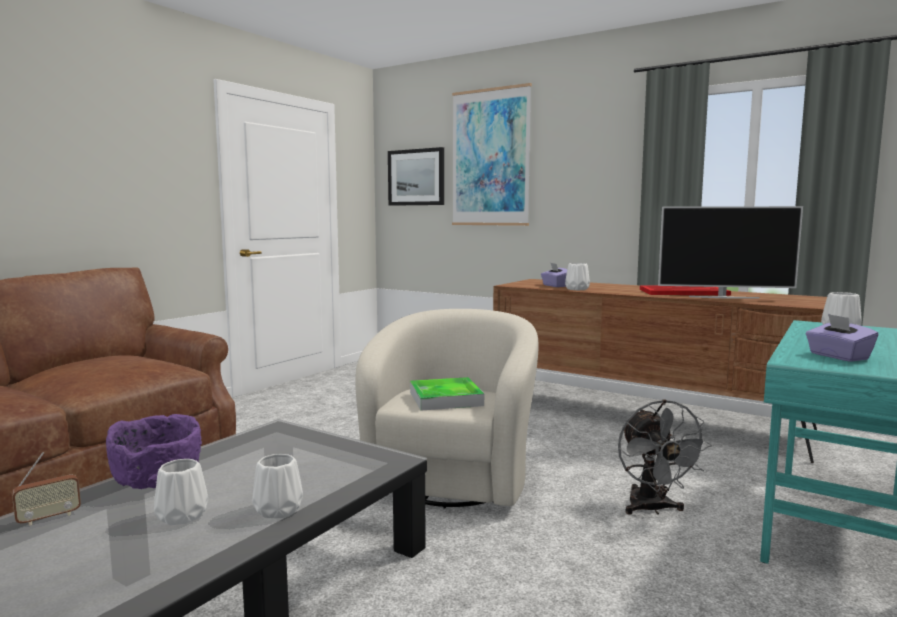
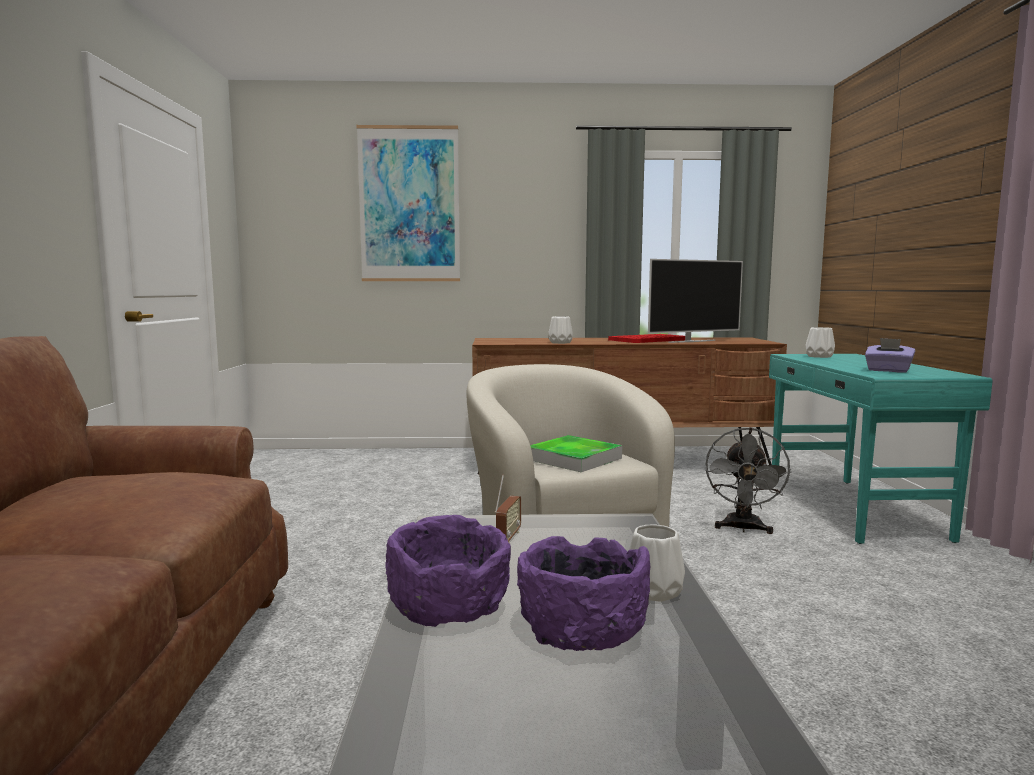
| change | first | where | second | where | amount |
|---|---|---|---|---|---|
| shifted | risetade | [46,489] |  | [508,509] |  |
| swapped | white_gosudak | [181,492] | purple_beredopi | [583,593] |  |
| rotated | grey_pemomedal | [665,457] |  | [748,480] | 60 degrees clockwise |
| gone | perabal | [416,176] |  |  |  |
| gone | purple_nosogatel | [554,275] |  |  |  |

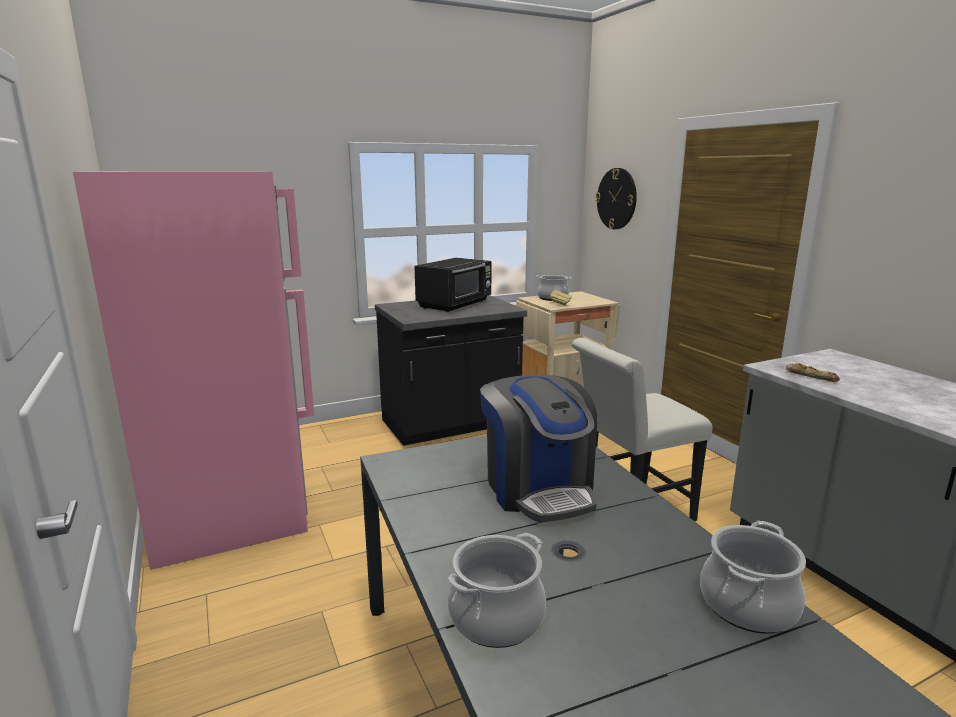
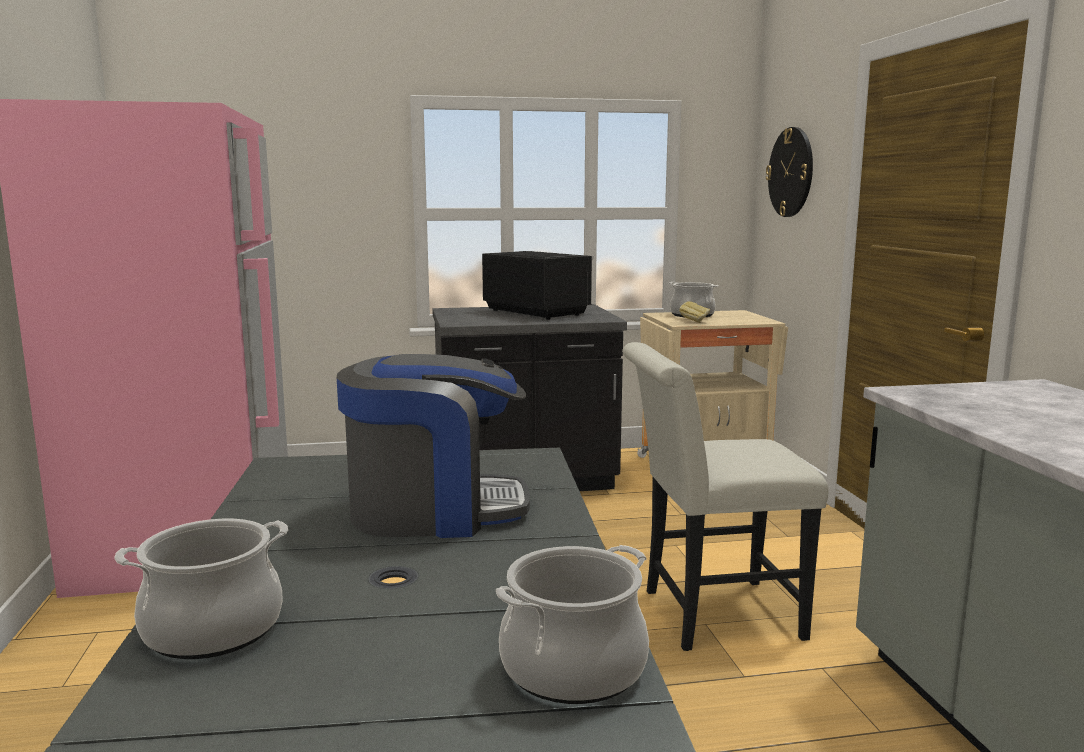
| change | first | where | second | where | amount |
|---|---|---|---|---|---|
| rotated | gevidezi | [538,449] |  | [433,446] | 90 degrees counterclockwise |
| rotated | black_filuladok | [453,285] |  | [537,285] | 90 degrees counterclockwise |
| gone | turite | [813,372] |  |  |  |

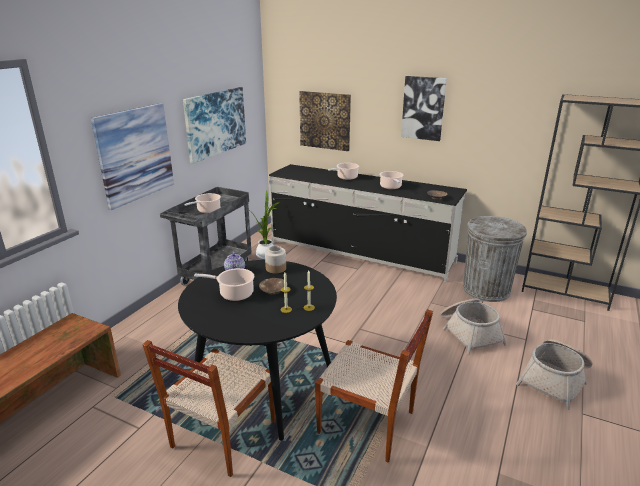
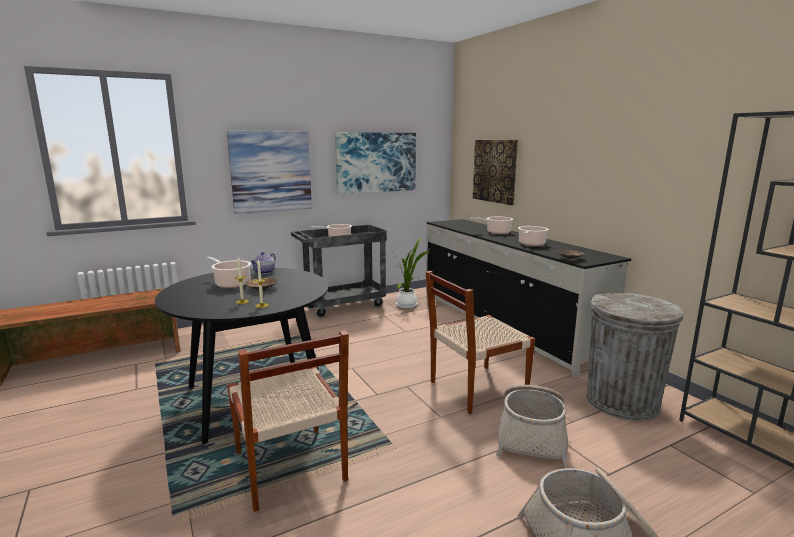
| change | first | where | second | where | amount |
|---|---|---|---|---|---|
| shifted | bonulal | [208,408] |  | [480,342] |  |
| gone | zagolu | [275,259] |  |  |  |
| gone | perabal | [424,108] |  |  |  |

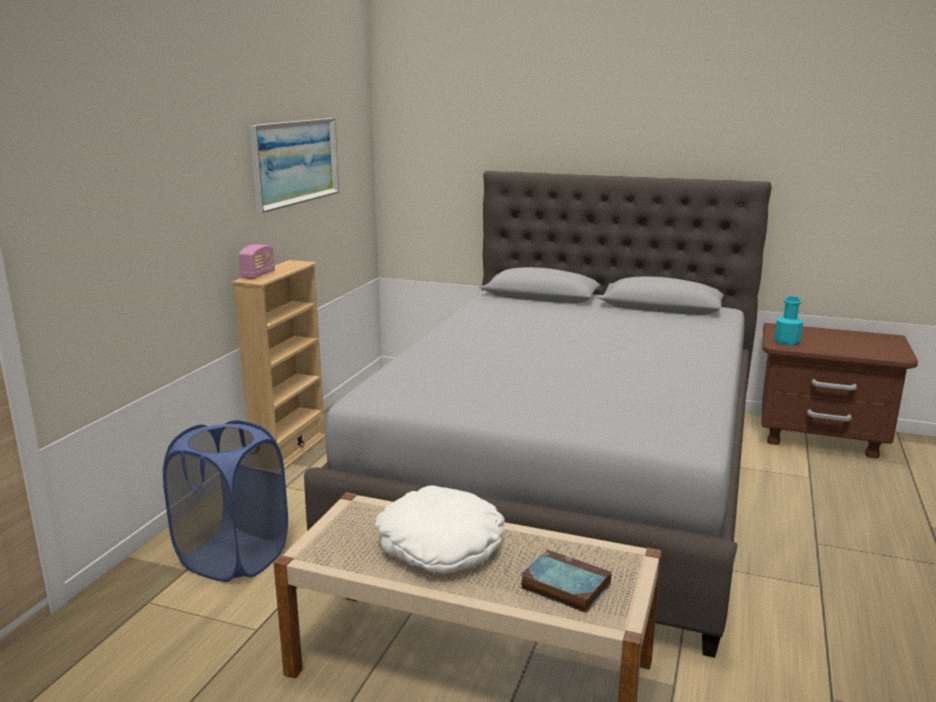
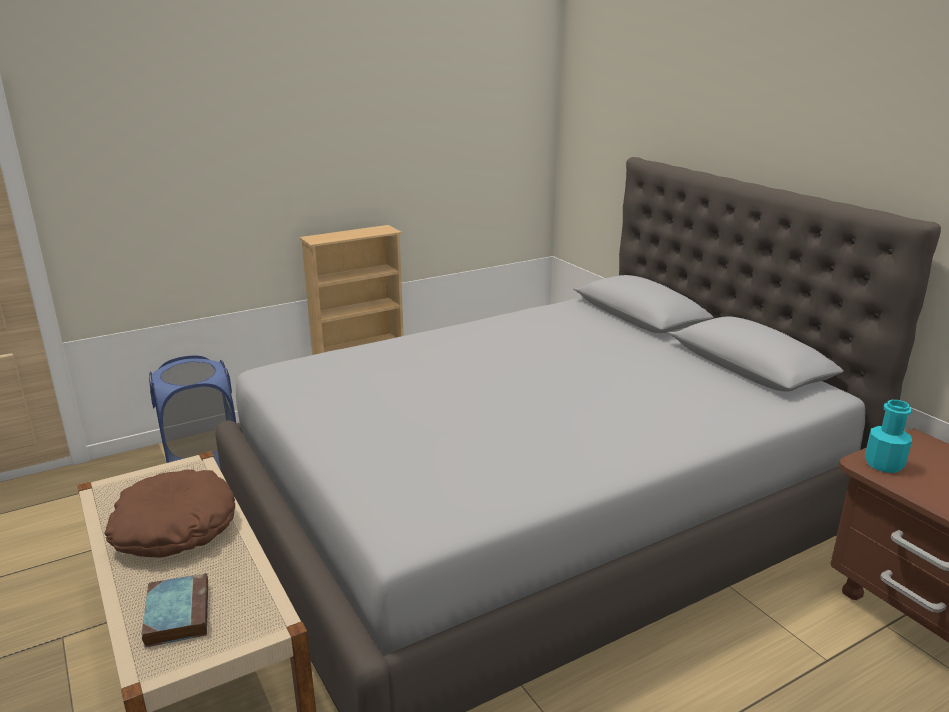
| change | first | where | second | where | amount |
|---|---|---|---|---|---|
| repainted | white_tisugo | [440,529] | brown_tisugo | [170,513] |  |
| gone | risetade | [256,261] |  |  |  |
| gone | perabal | [294,165] |  |  |  |

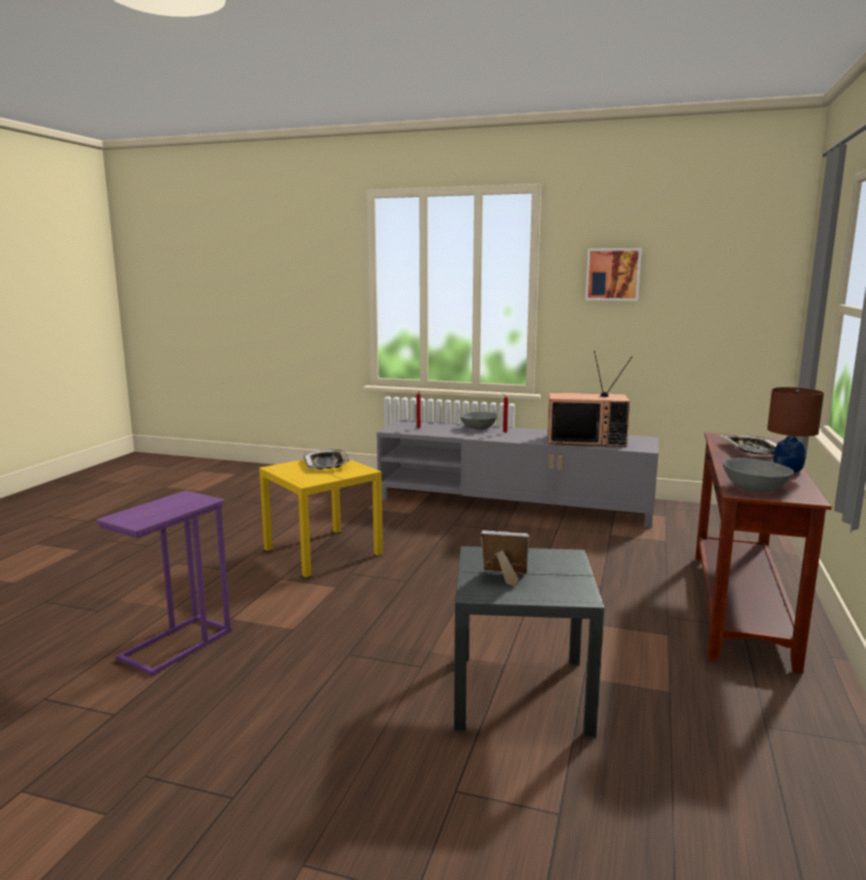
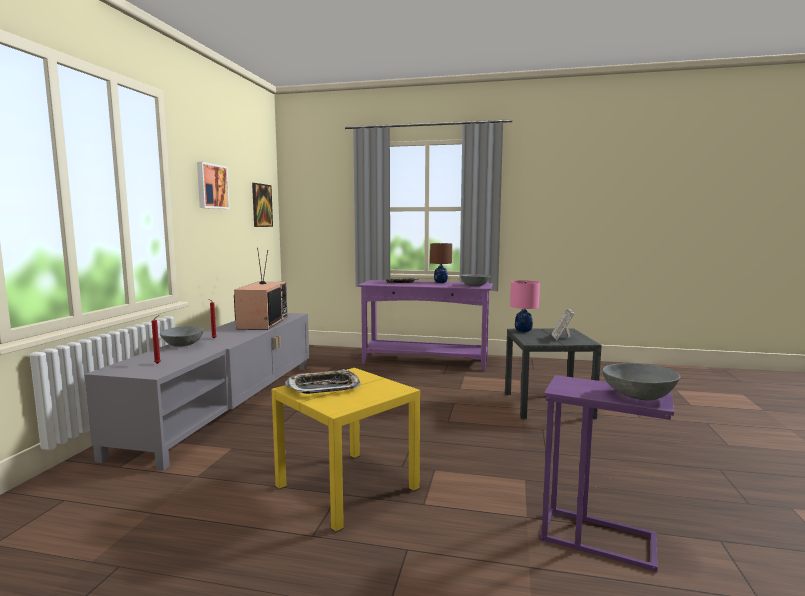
| change | first | where | second | where | amount |
|---|---|---|---|---|---|
| new |  |  | perabal | [262,205] |  |
| repainted | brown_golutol | [763,553] | purple_golutol | [425,326] |  |
| new |  |  | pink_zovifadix | [525,306] |  |
| new |  |  | grey_beredopi | [641,381] |  |

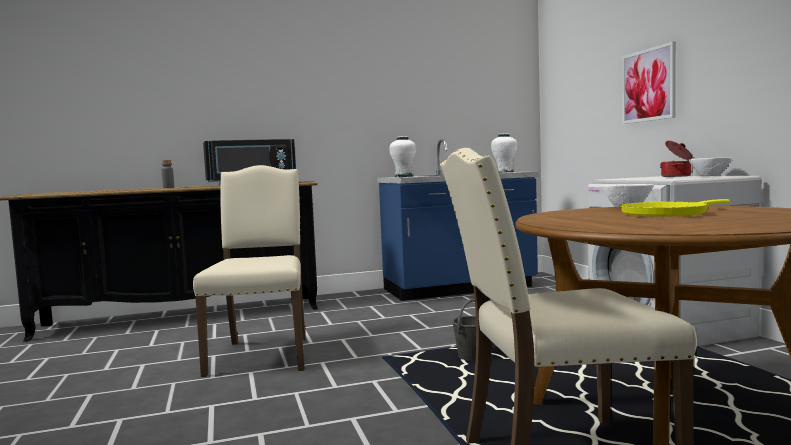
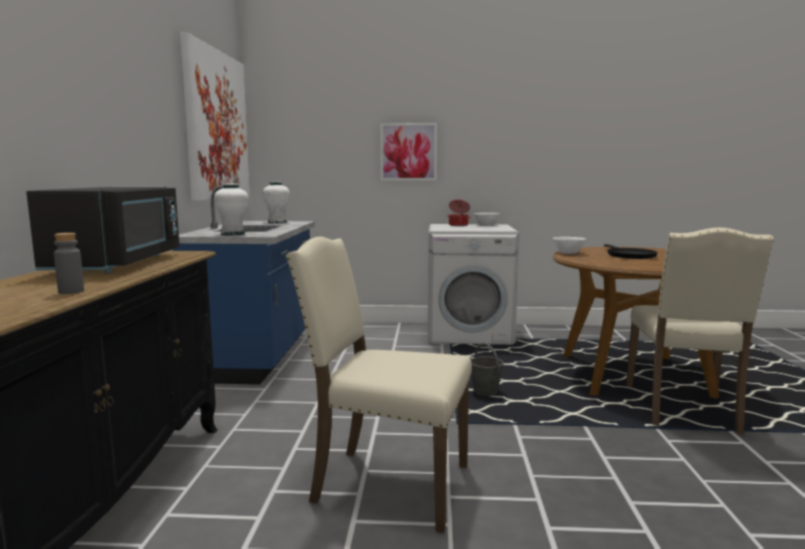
| change | first | where | second | where | amount |
|---|---|---|---|---|---|
| new |  |  | perabal | [215,116] |  |
| repainted | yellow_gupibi | [675,207] | black_gupibi | [631,251] |  |

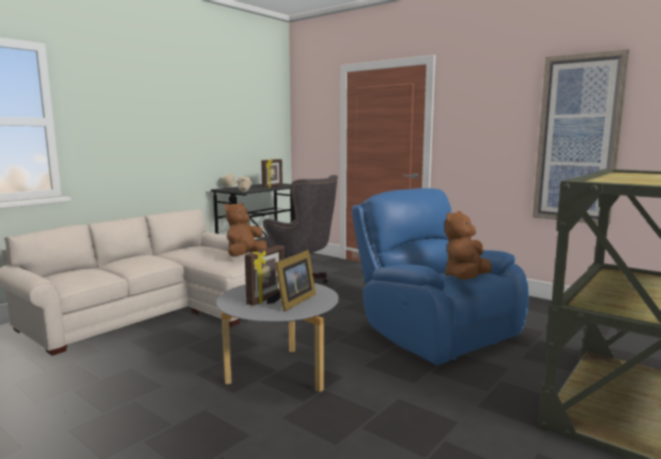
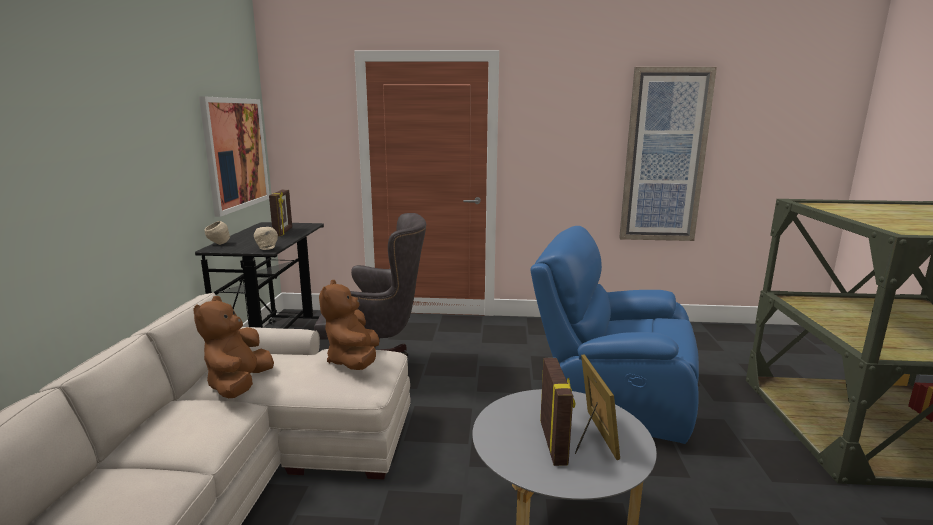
| change | first | where | second | where | amount |
|---|---|---|---|---|---|
| shifted | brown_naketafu | [468,245] |  | [233,347] |  |
| new |  |  | perabal | [234,156] |  |

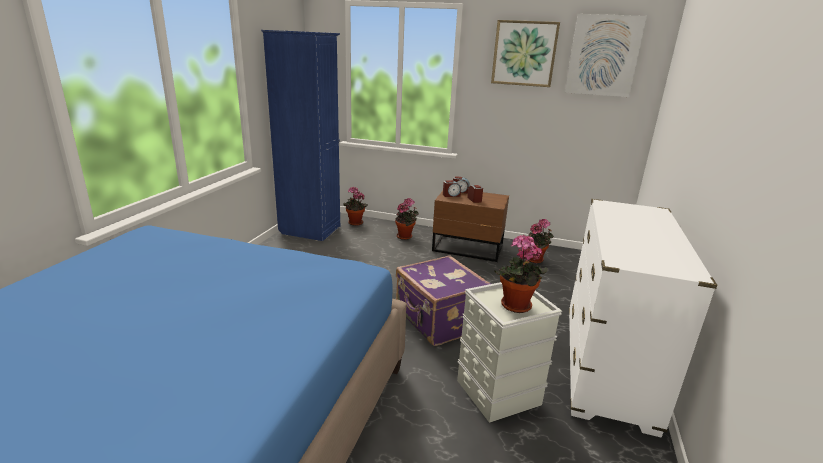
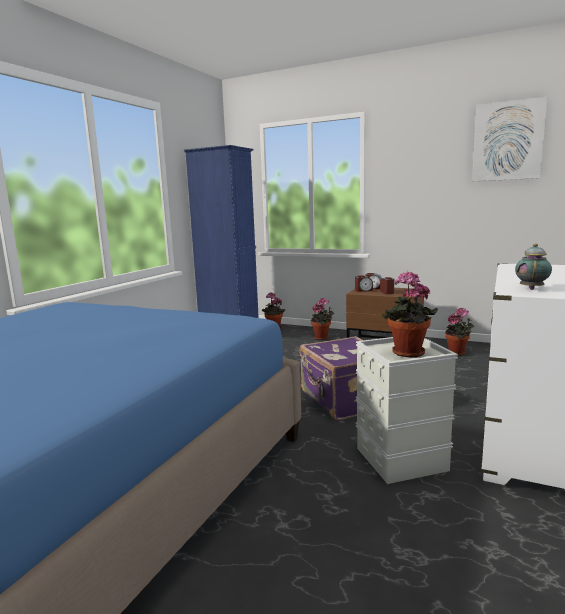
| change | first | where | second | where | amount |
|---|---|---|---|---|---|
| new |  |  | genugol | [533,267] |  |
| gone | perabal | [525,53] |  |  |  |

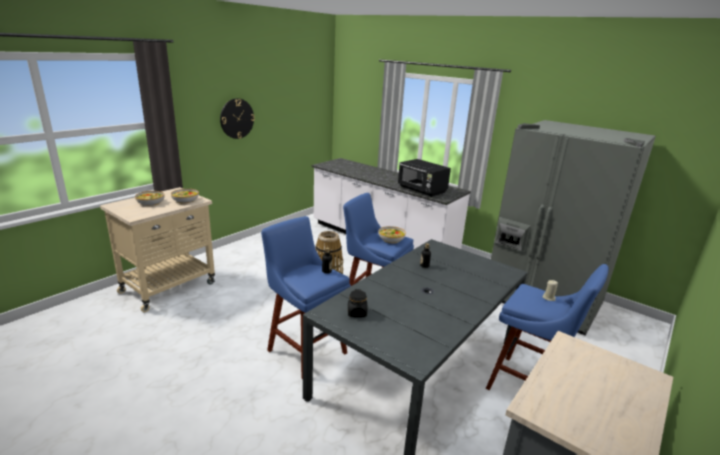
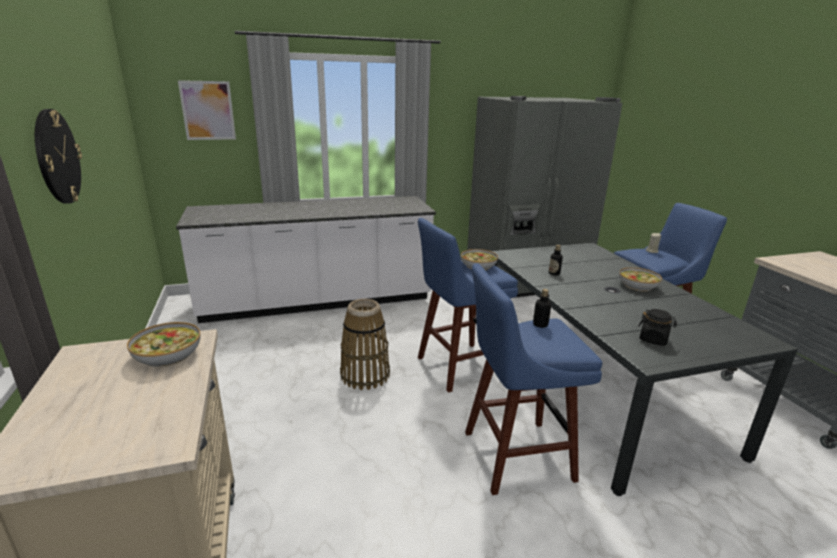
| change | first | where | second | where | amount |
|---|---|---|---|---|---|
| new |  |  | perabal | [207,110] |  |
| shifted | beredopi | [150,198] |  | [640,279] |  |
| gone | black_filuladok | [424,178] |  |  |  |

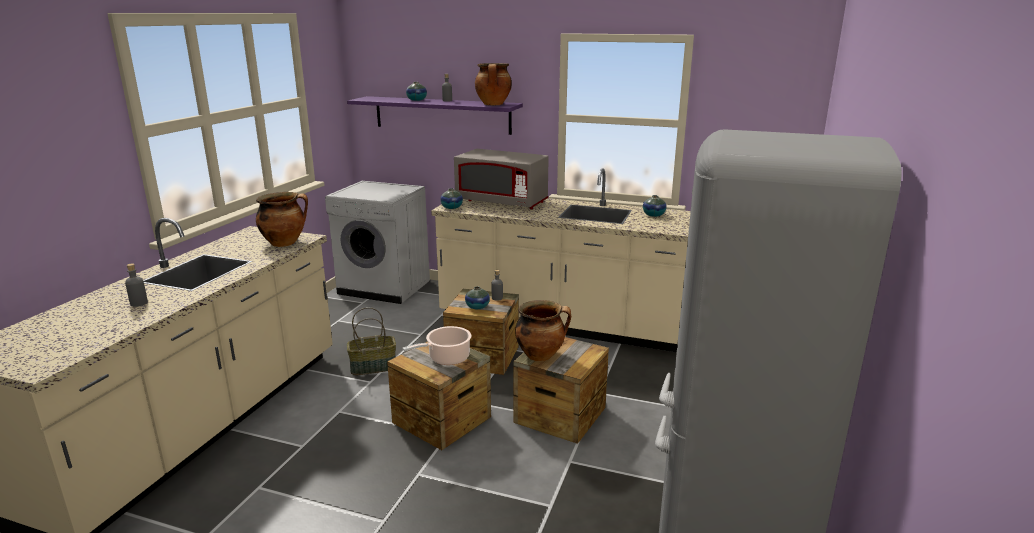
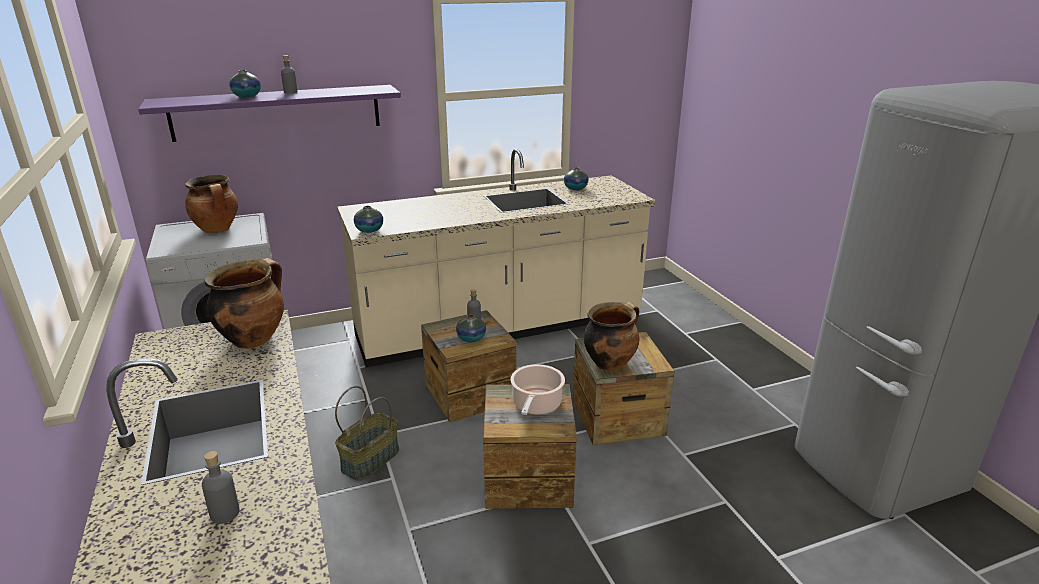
| change | first | where | second | where | amount |
|---|---|---|---|---|---|
| shifted | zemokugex | [493,84] |  | [211,204] |  |
| gone | grey_filuladok | [501,179] |  |  |  |

